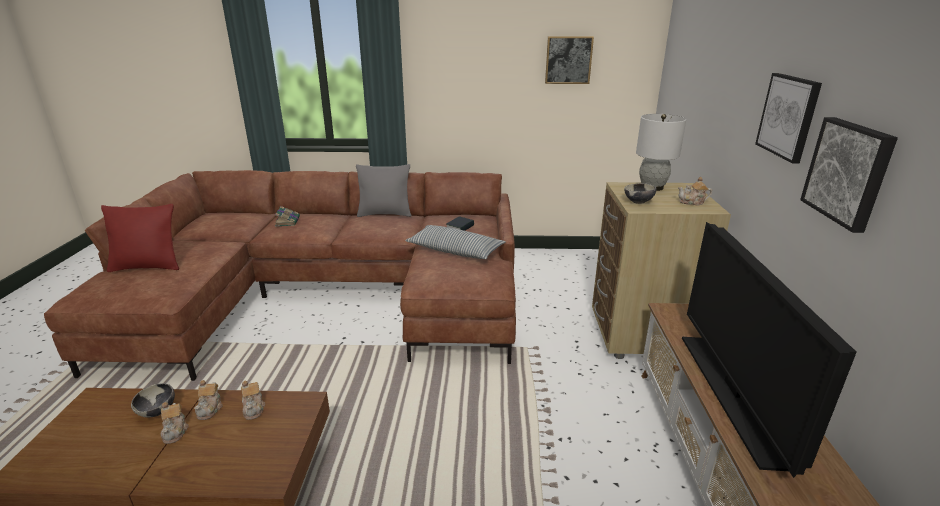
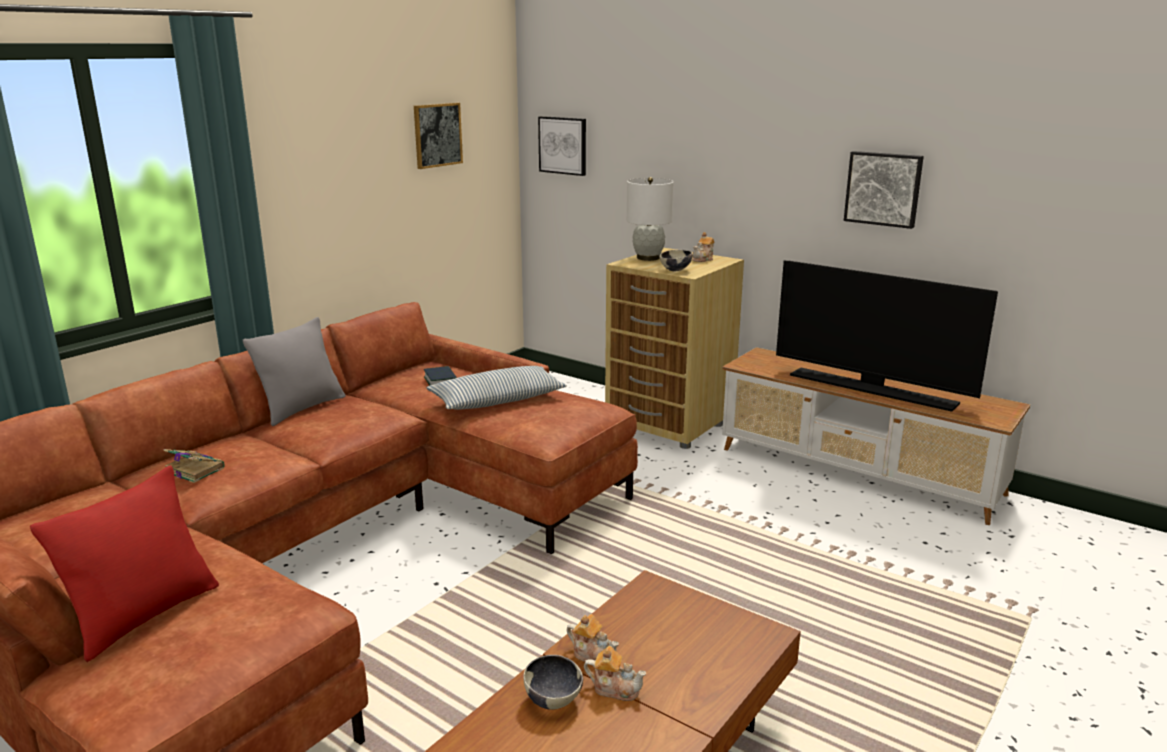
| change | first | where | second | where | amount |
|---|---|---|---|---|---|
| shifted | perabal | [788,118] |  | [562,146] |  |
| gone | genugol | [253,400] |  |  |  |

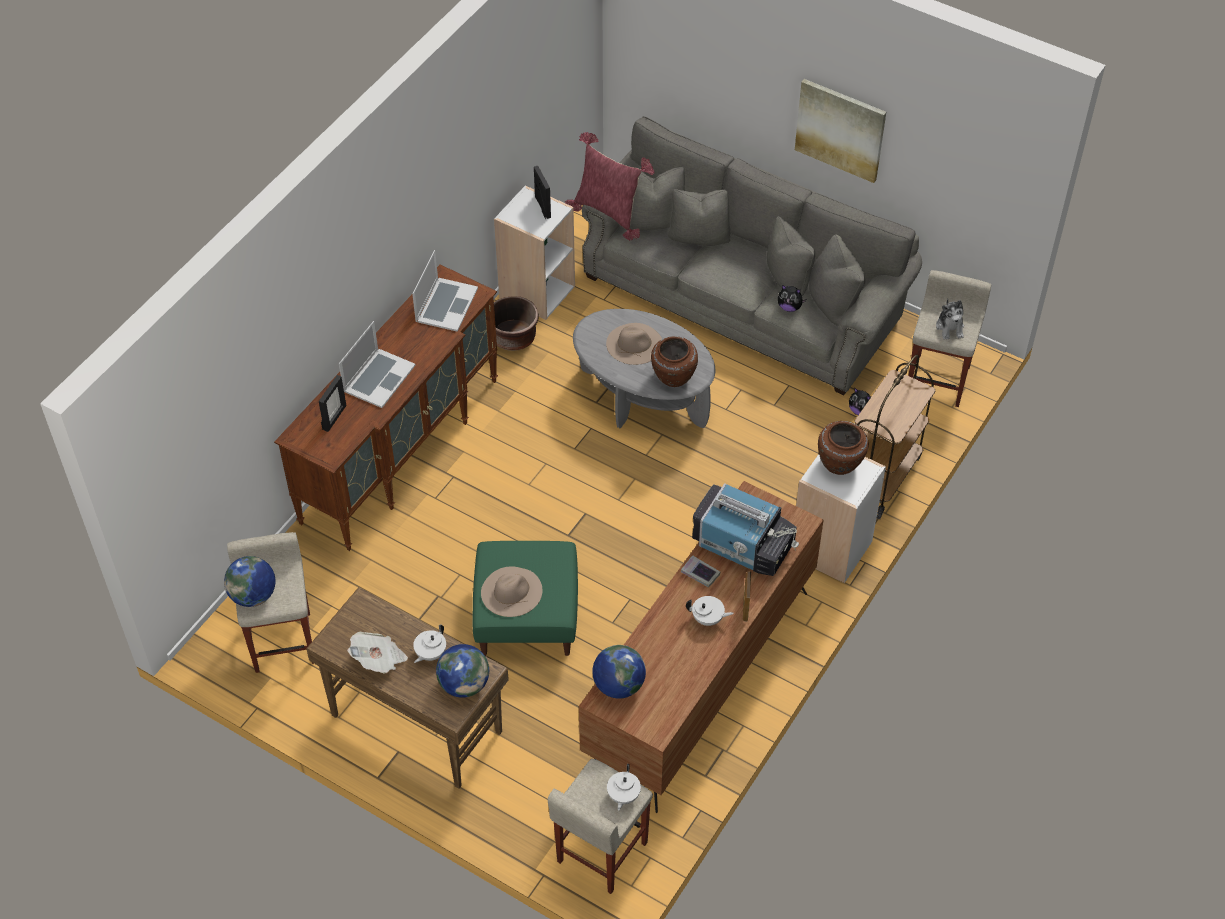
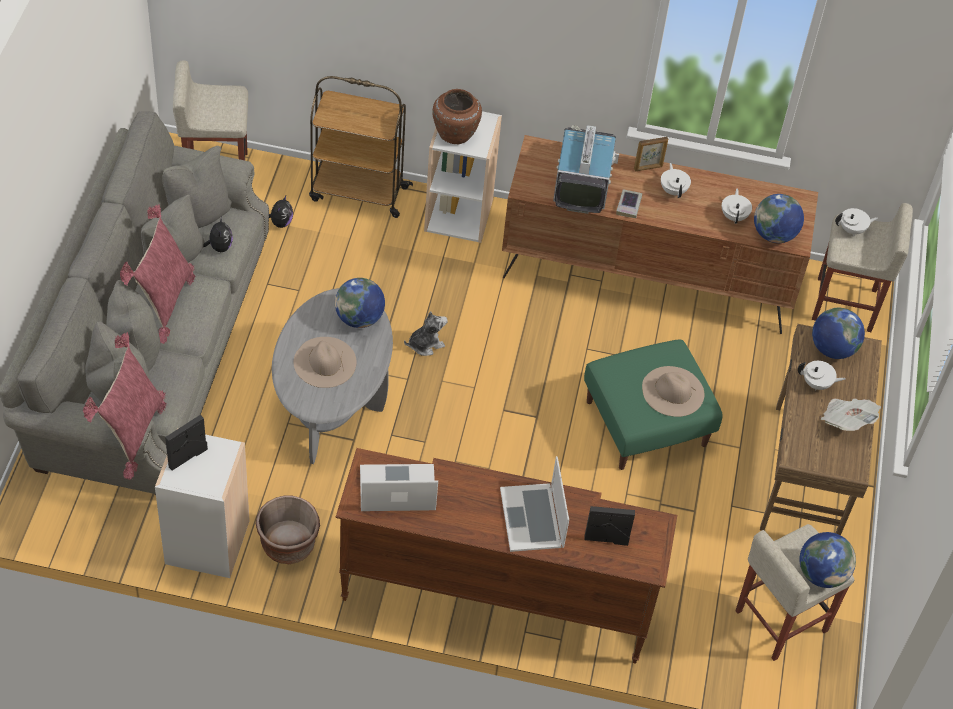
| change | first | where | second | where | amount |
|---|---|---|---|---|---|
| new |  |  | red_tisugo | [157,274] |  |
| swapped | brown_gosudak | [674,361] | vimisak | [360,303] |  |
| shifted | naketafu | [950,319] |  | [426,333] |  |
| rotated | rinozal | [377,364] |  | [534,504] | 105 degrees counterclockwise |
| new |  |  | white_genugol | [737,206] |  |
| gone | perabal | [840,131] |  |  |  |

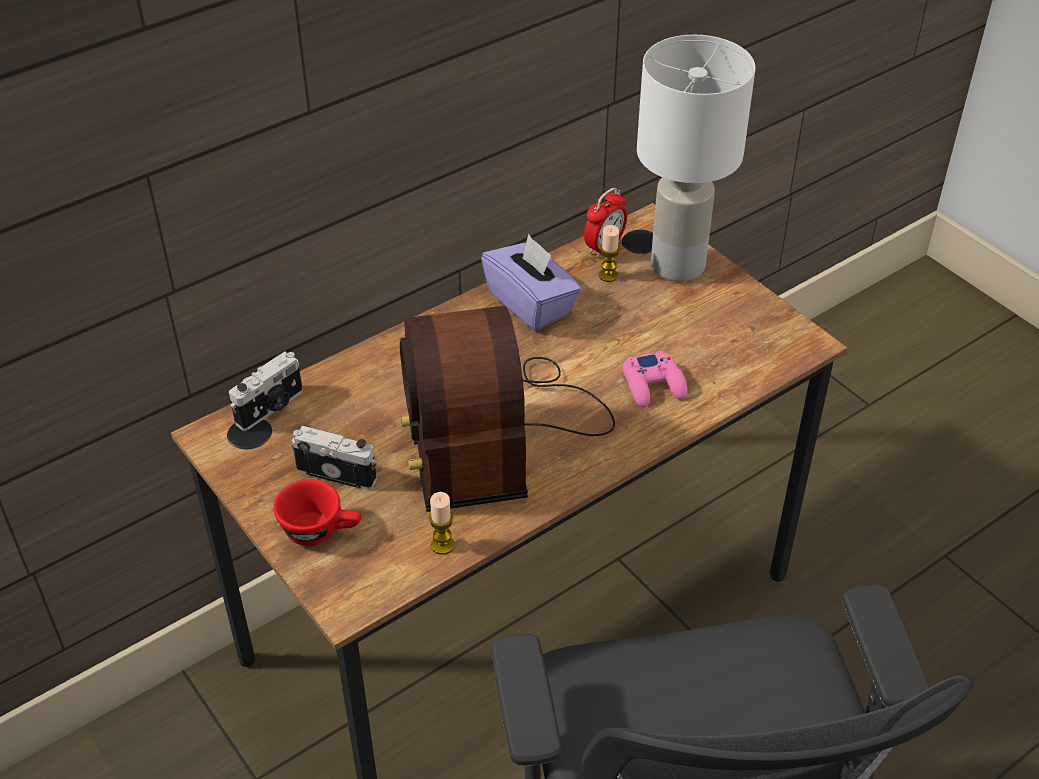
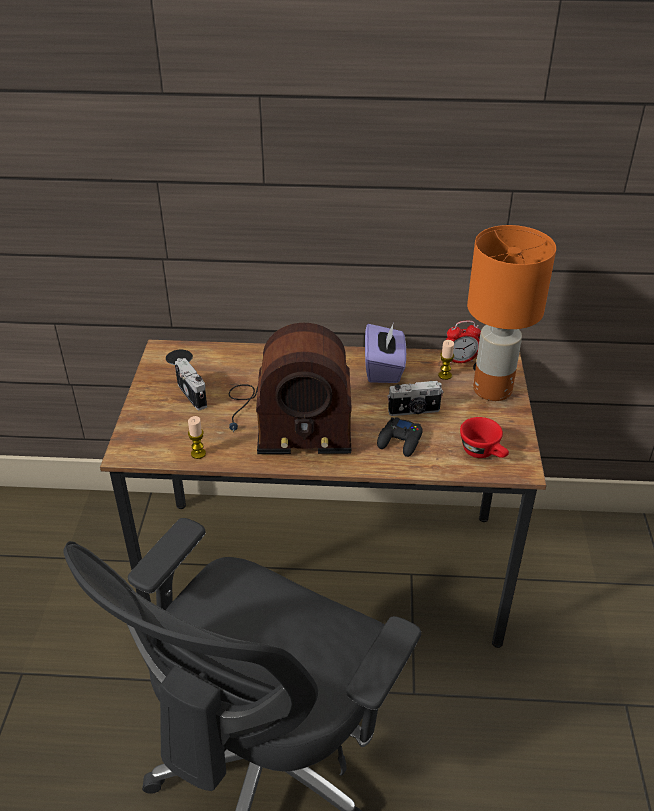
| change | first | where | second | where | amount |
|---|---|---|---|---|---|
| rotated | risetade | [507,409] |  | [290,388] | 120 degrees counterclockwise |
| repainted | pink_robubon | [655,379] | black_robubon | [400,437] |  |
| shifted | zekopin | [266,391] |  | [415,398] |  |
| shifted | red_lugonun | [317,512] |  | [484,437] |  |
| repainted | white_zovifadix | [696,158] | orange_zovifadix | [511,313] |  |

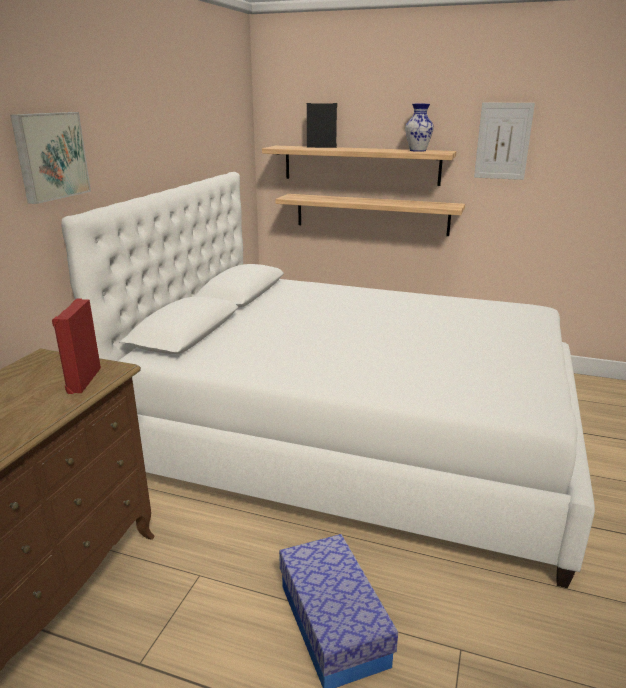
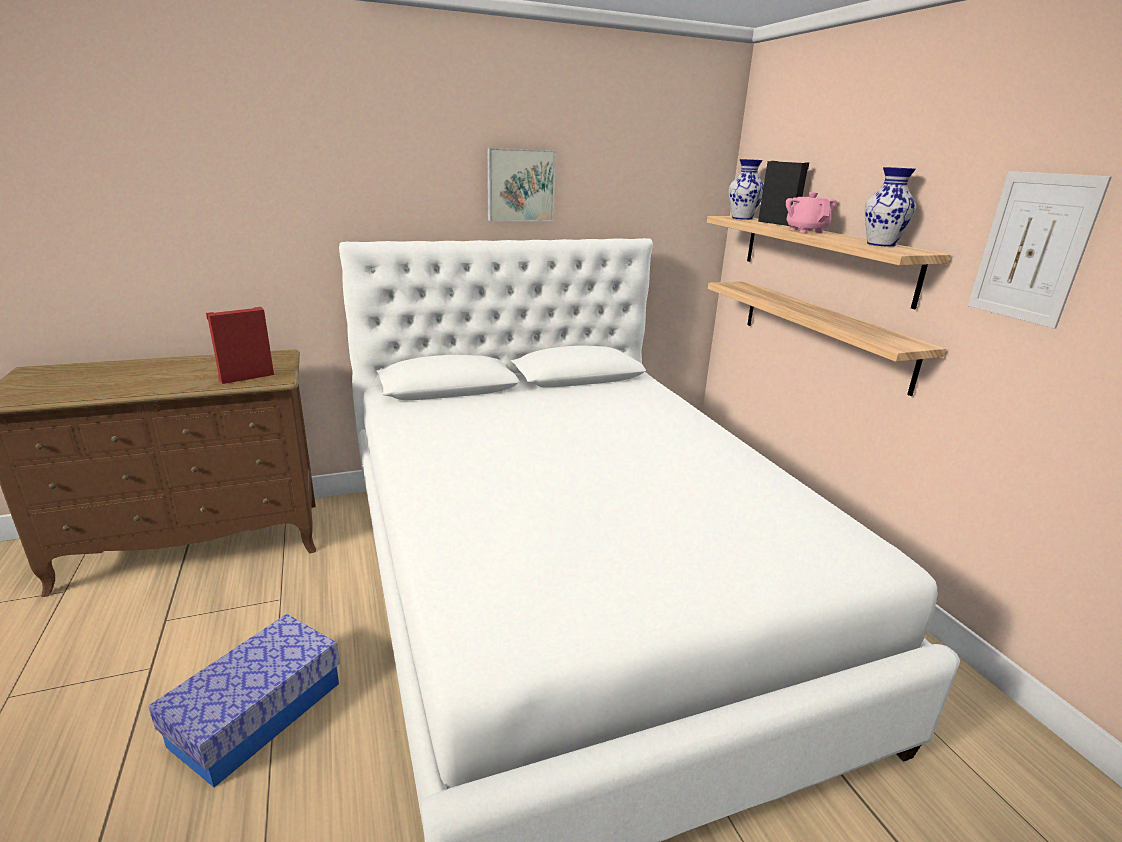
| change | first | where | second | where | amount |
|---|---|---|---|---|---|
| shifted | perabal | [50,158] |  | [521,184] |  |
| new |  |  | gosudak | [746,189] |  |
| new |  |  | pink_genugol | [811,212] |  |

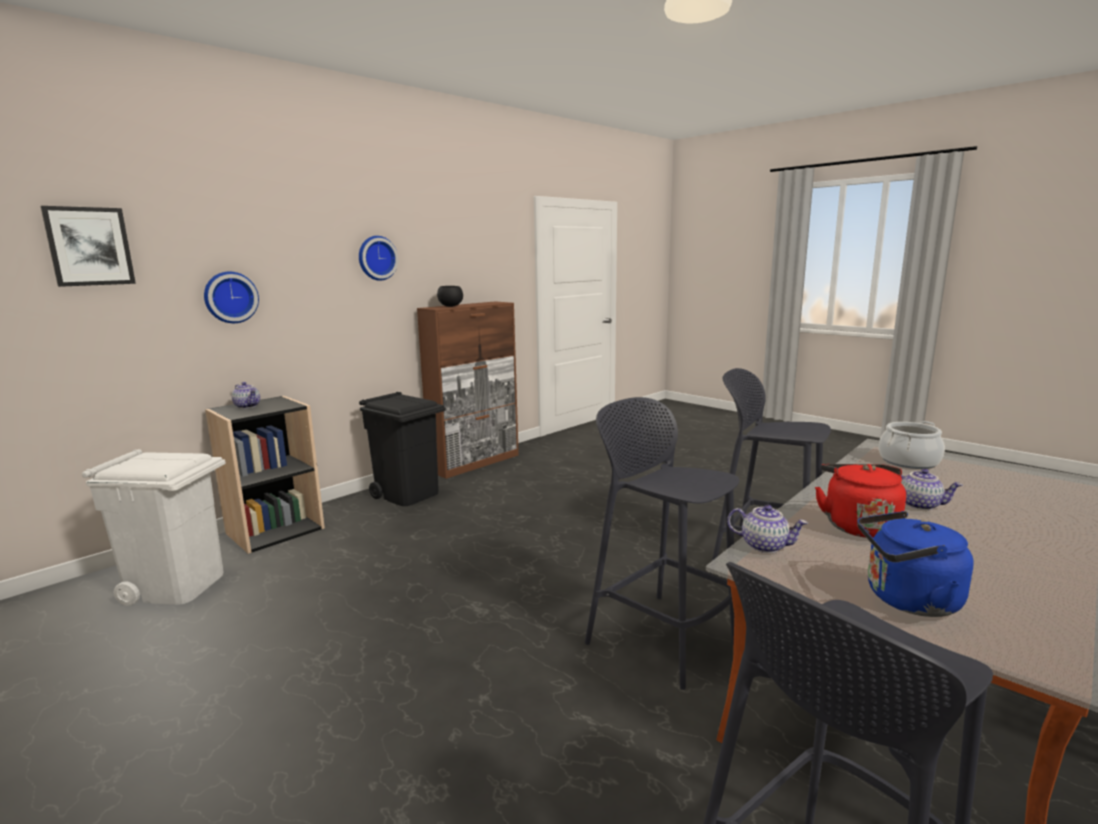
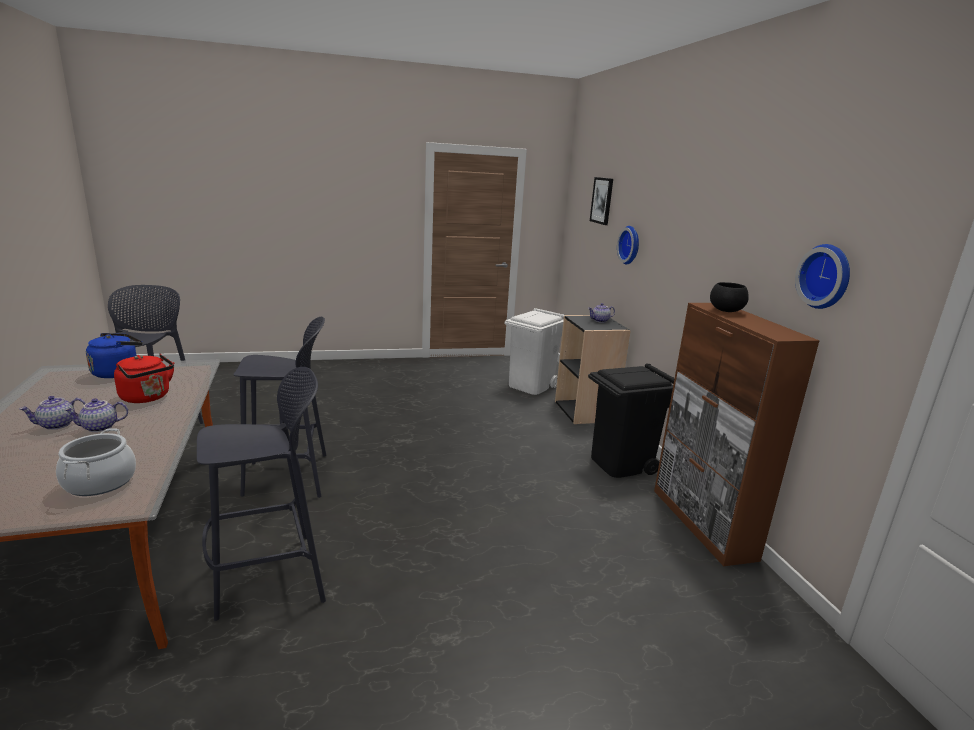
| change | first | where | second | where | amount |
|---|---|---|---|---|---|
| shifted | genugol | [767,529] |  | [52,413] |  |
| shifted | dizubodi | [378,258] |  | [822,276] |  |

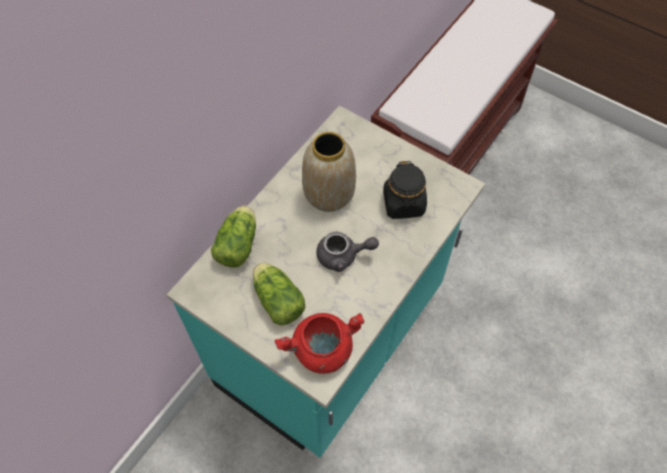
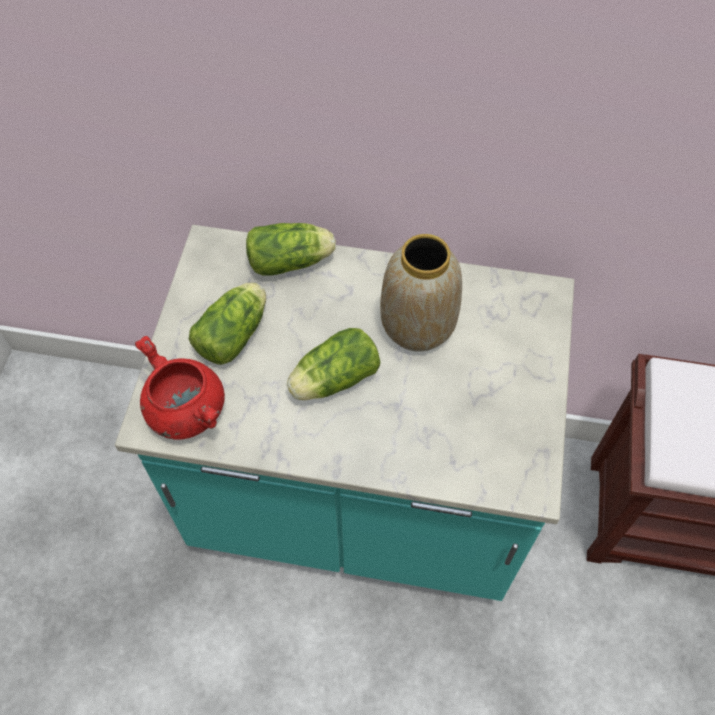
| change | first | where | second | where | amount |
|---|---|---|---|---|---|
| swapped | grey_genugol | [347,252] | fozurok | [333,364] |  |
| gone | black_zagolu | [405,190] |  |  |  |

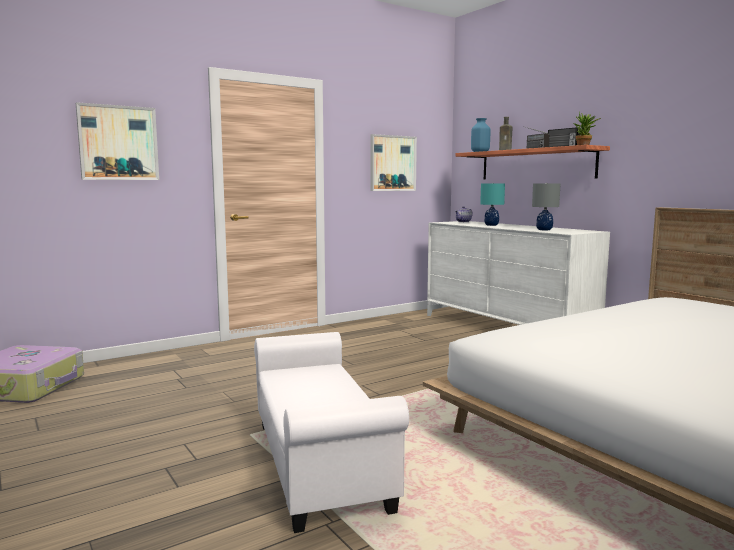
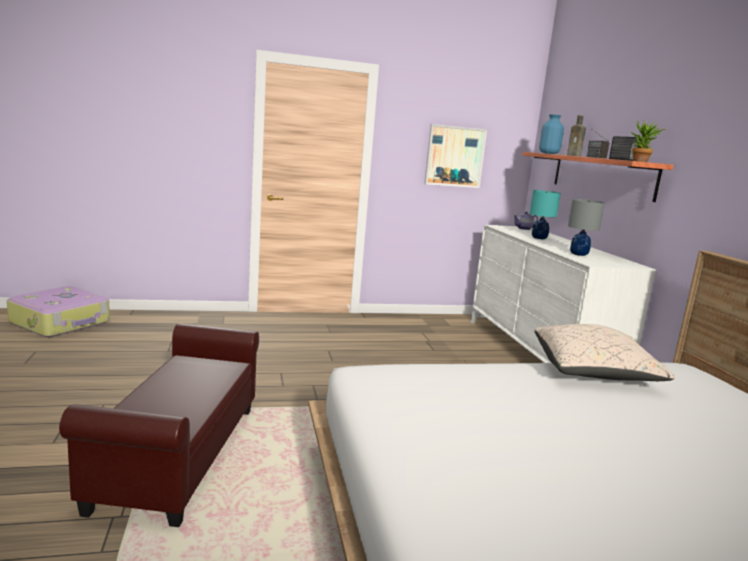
| change | first | where | second | where | amount |
|---|---|---|---|---|---|
| repainted | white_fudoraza | [331,432] | brown_fudoraza | [159,425] |  |
| new |  |  | beige_tisugo | [605,352] |  |
| gone | perabal | [117,141] |  |  |  |

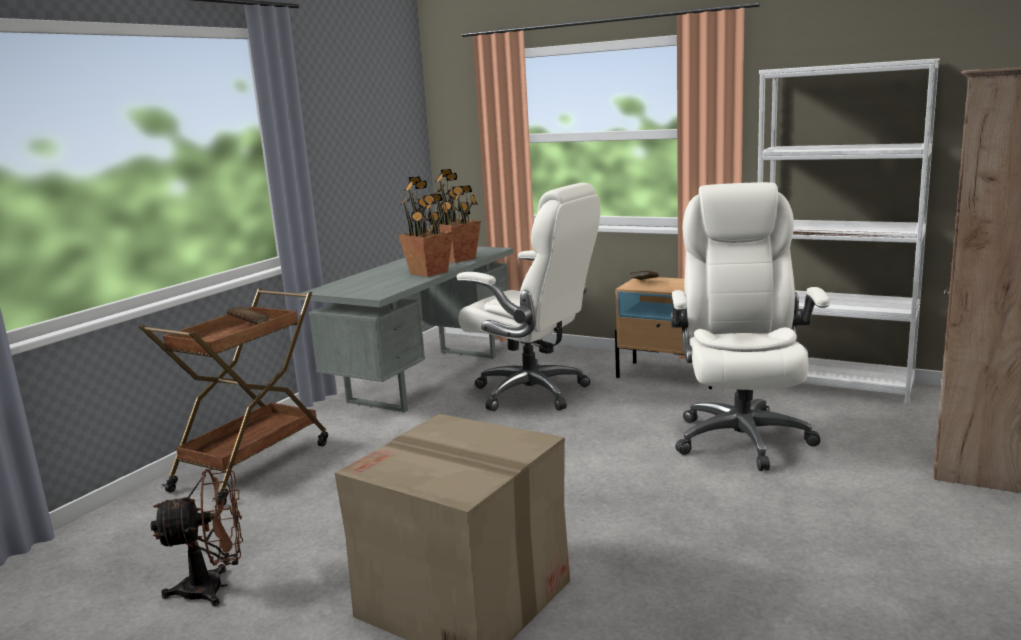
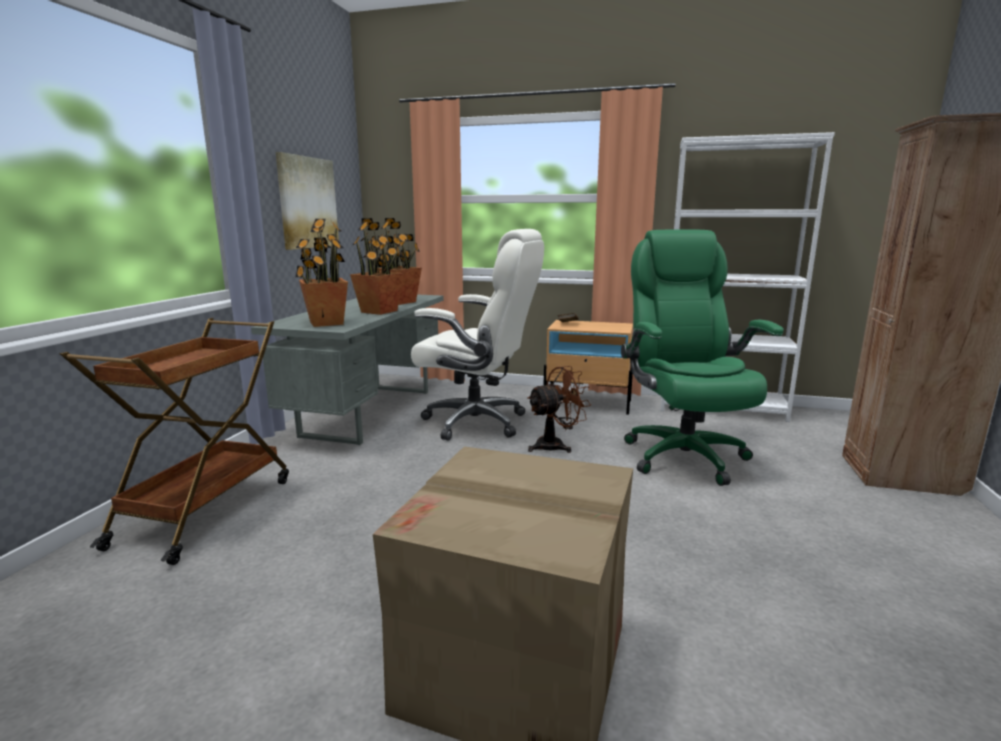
| change | first | where | second | where | amount |
|---|---|---|---|---|---|
| new |  |  | perabal | [307,201] |  |
| new |  |  | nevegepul | [322,273] |  |
| shifted | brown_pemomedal | [197,536] |  | [559,409] |  |
| repainted | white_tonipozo | [750,326] | green_tonipozo | [702,357] |  |
| gone | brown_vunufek | [248,315] |  |  |  |

